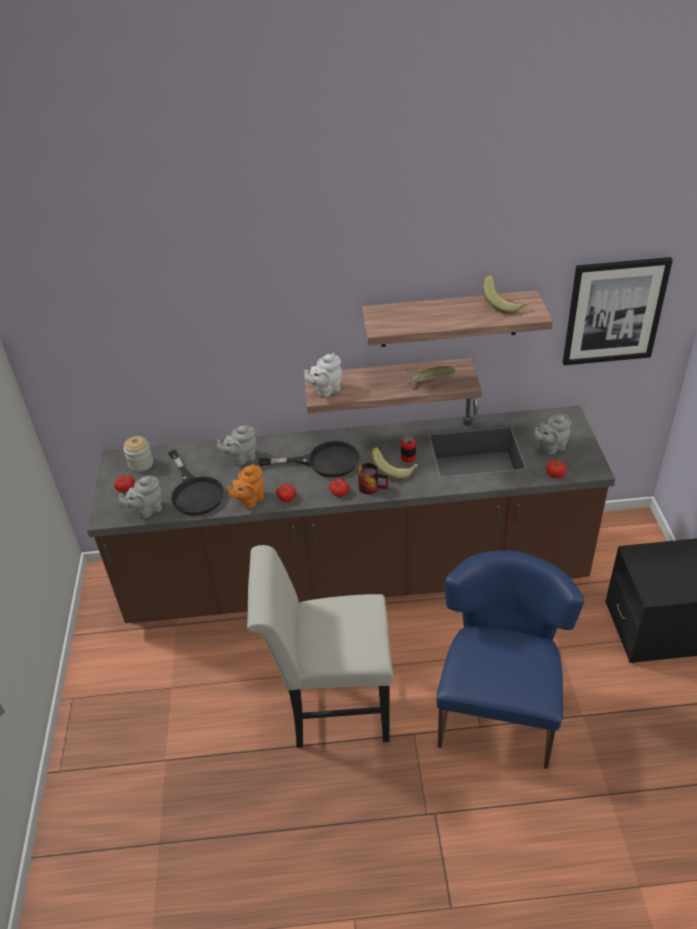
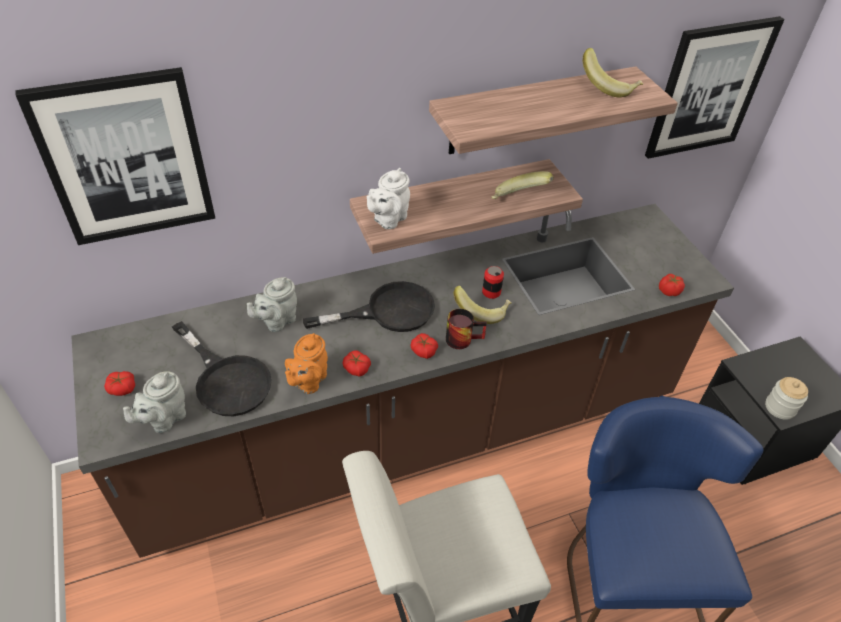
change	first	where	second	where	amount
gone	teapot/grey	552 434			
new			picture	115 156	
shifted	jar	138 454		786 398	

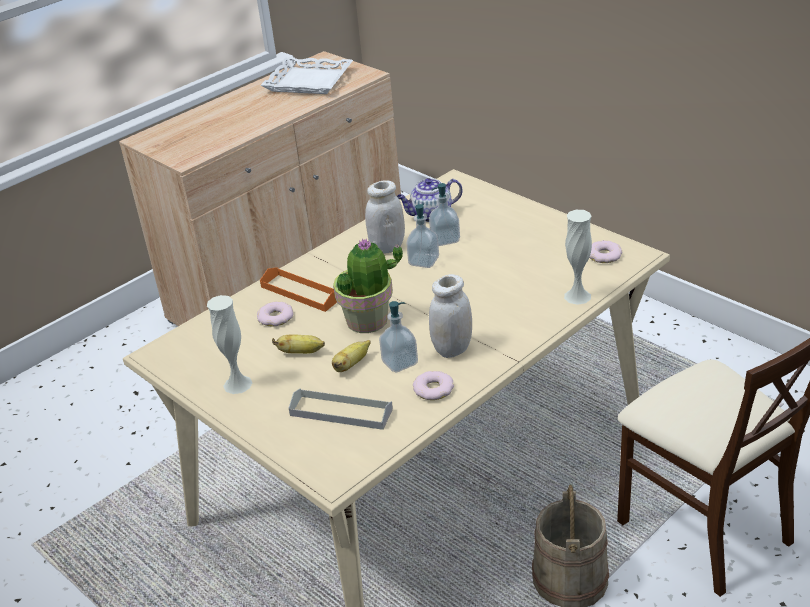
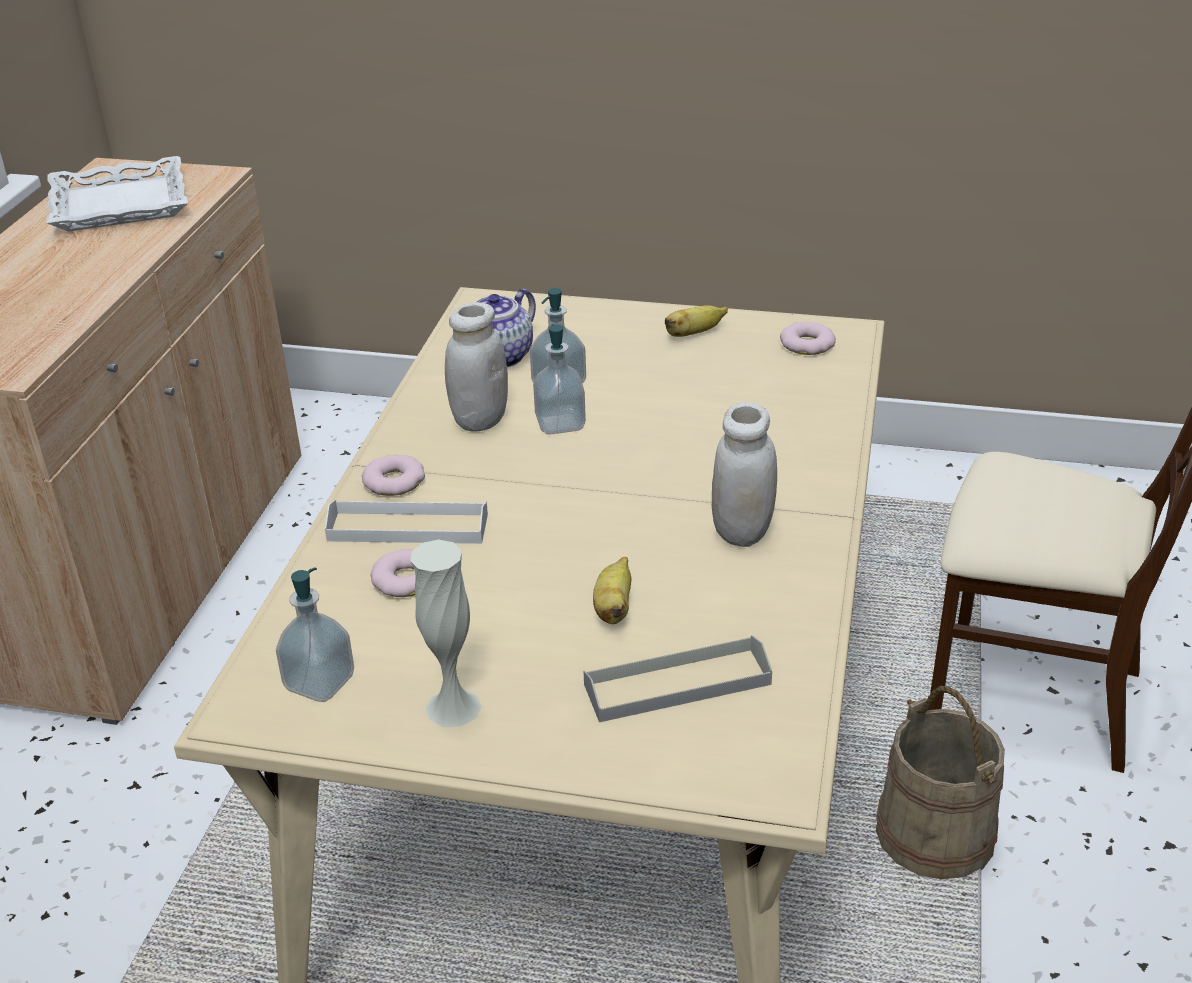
change	first	where	second	where	amount
gone	potted plant	368 286			
gone	vase/white	578 257			
shifted	banana	298 344		696 321	
shifted	soap dispenser	398 337		315 634	
shifted	donut	433 385		393 475	
repainted	tray/orange	298 289	tray/white	406 522	

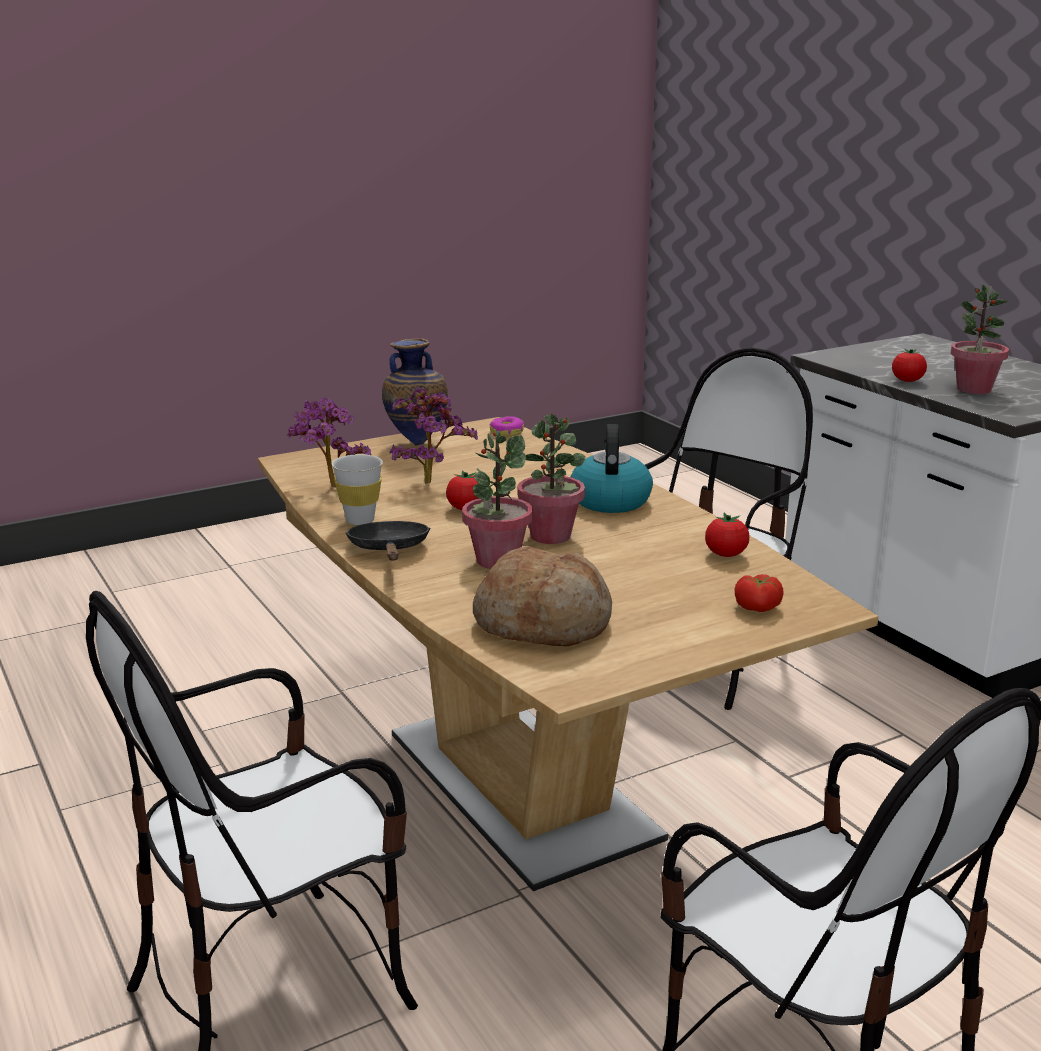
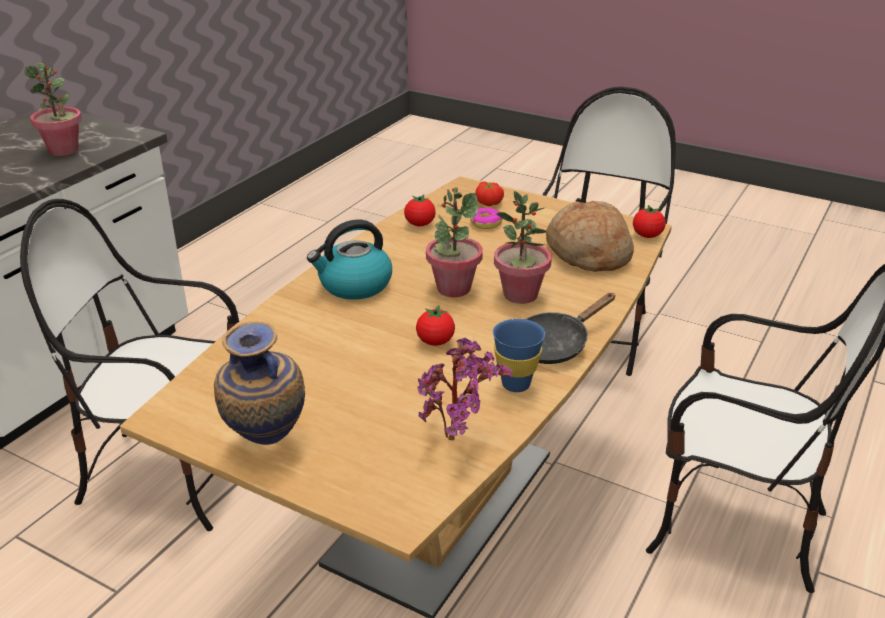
change	first	where	second	where	amount
gone	potted plant	433 435			
shifted	donut	507 426		486 218	
shifted	tomato	909 365		649 221	
repainted	cup/white	357 489	cup/blue	519 355	

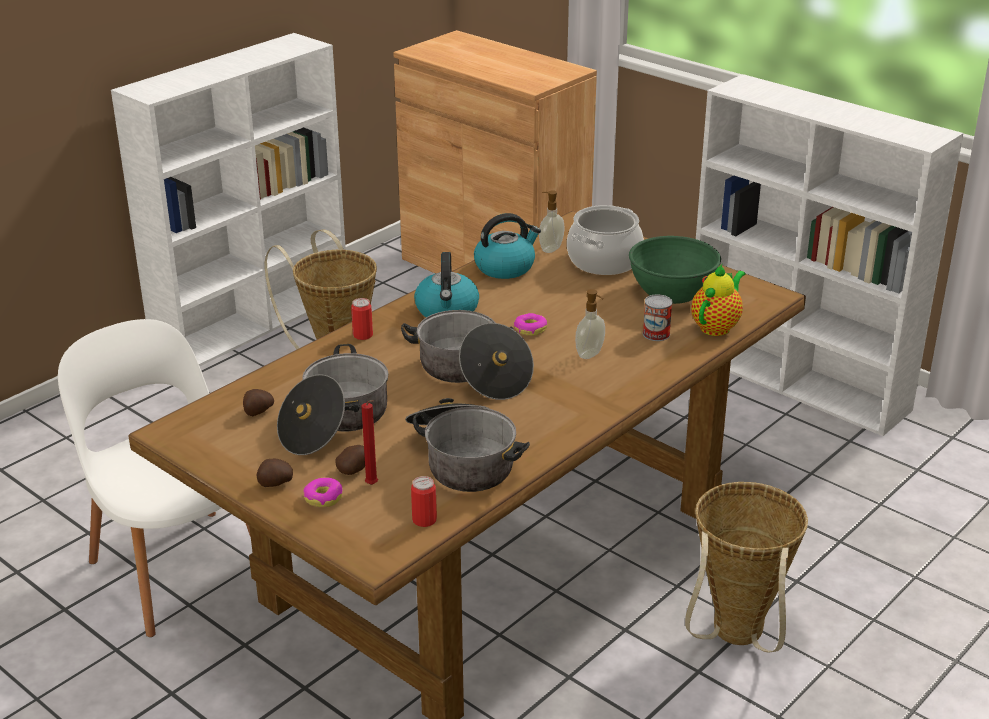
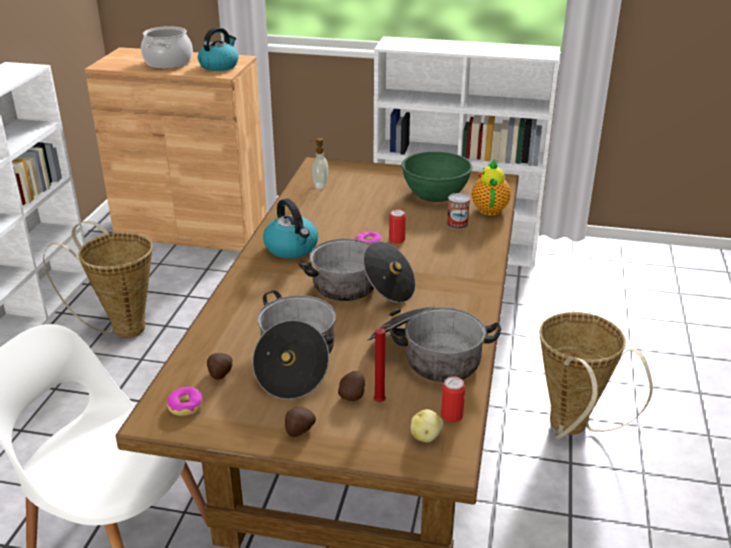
change	first	where	second	where	amount
gone	soap dispenser	590 324			
new			potato	427 425	
shifted	donut	323 492		185 401	
shifted	can	362 319		397 226	
shifted	kettle	507 246		218 49	
shifted	cooking pot	605 240		167 47	

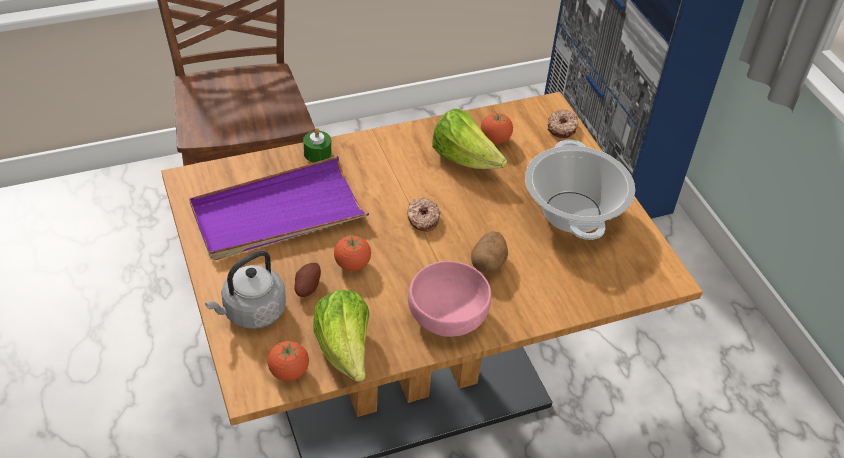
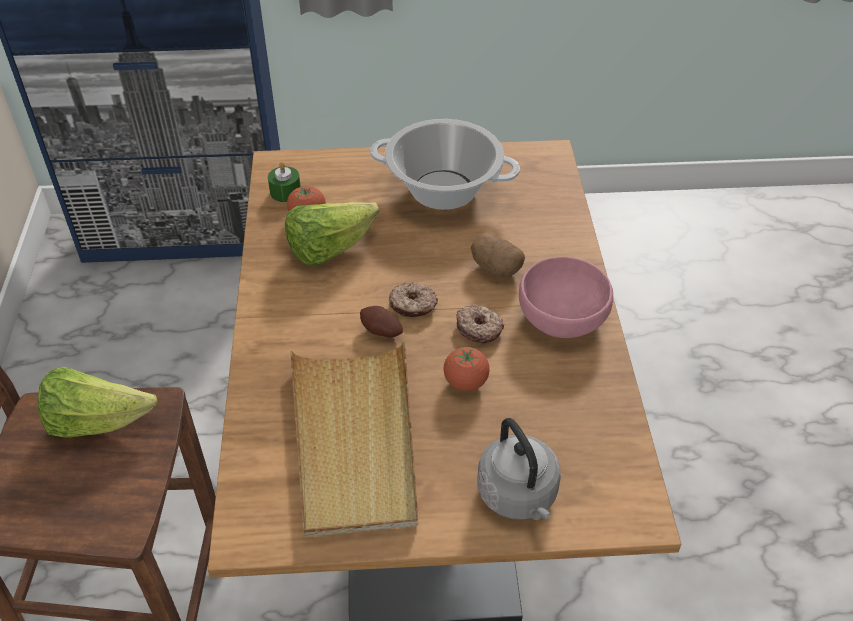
change	first	where	second	where	amount
gone	tomato	288 361			
shifted	potato	307 280		381 322	
shifted	candle/green	317 145		284 182	
shifted	lettuce	341 336		97 402	
shifted	donut	563 124		480 323	
repainted	tray/purple	279 208	tray/beige	354 439	

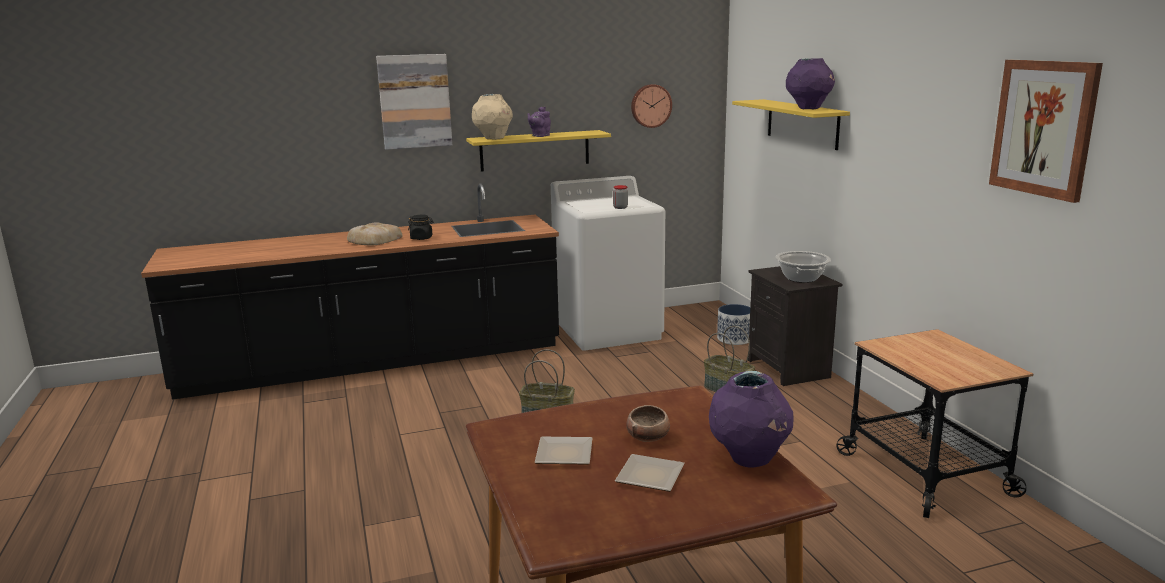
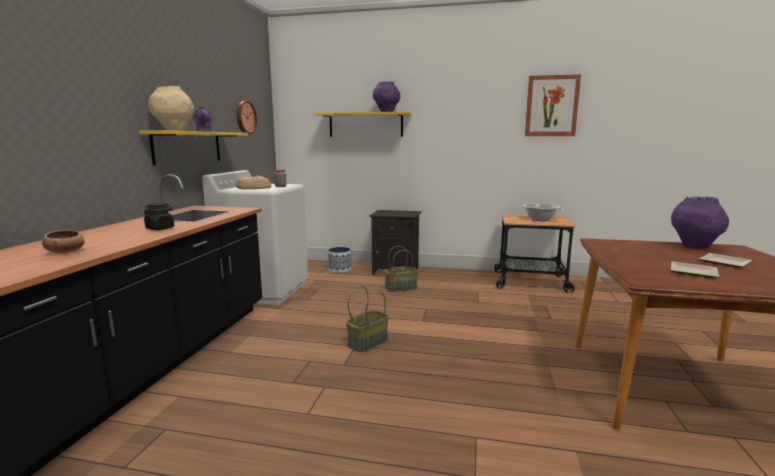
change	first	where	second	where	amount
gone	picture	414 102			
shifted	bread	375 233		254 182	
shifted	bowl	648 423		63 242	
shifted	cooking pot	803 267		542 212	

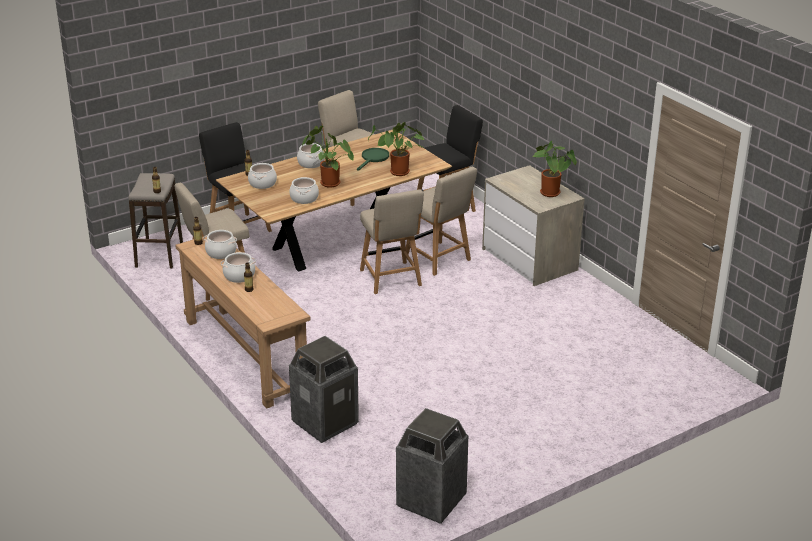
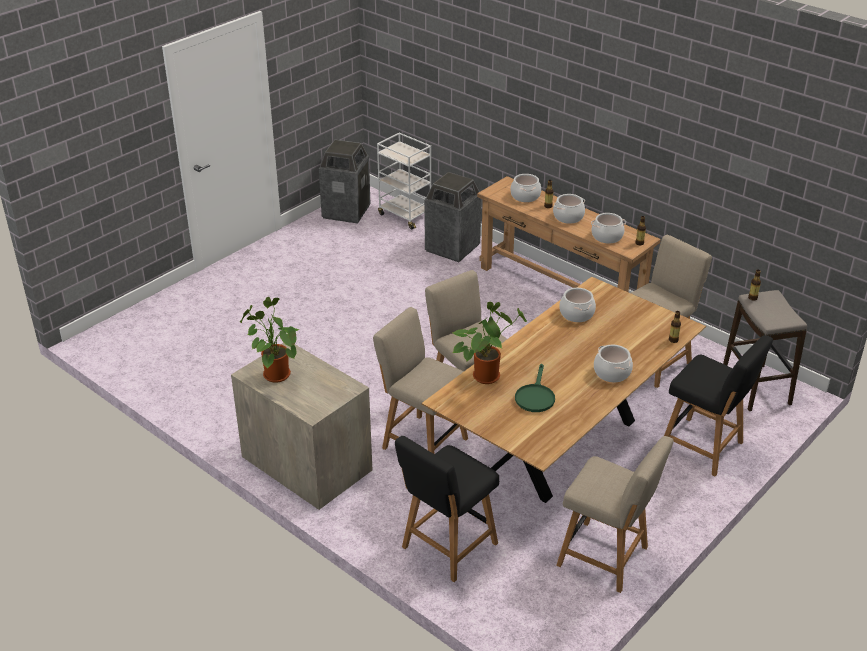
change	first	where	second	where	amount
gone	potted plant	328 157			
new			cart/white	404 181	
shifted	cooking pot	262 176		525 188	

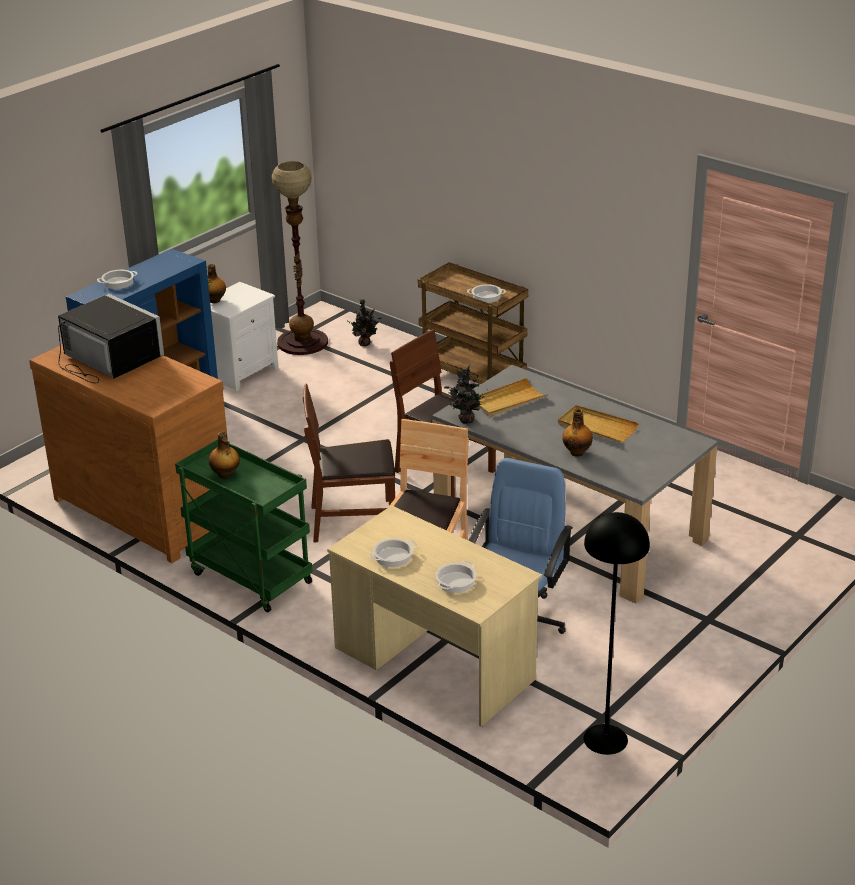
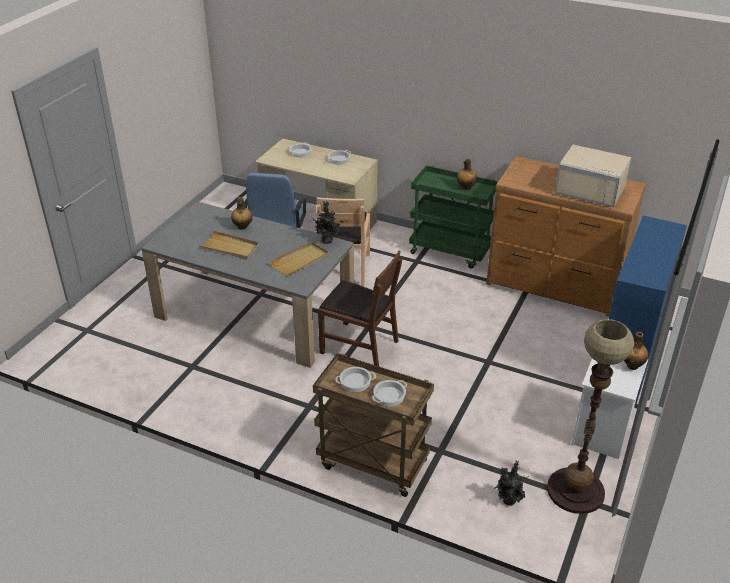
change	first	where	second	where	amount
gone	chair/brown	348 463			
gone	floor lamp/black	617 633			
shifted	cooking pot	117 279		389 393	
repainted	microwave/black	111 338	microwave/beige	593 176	

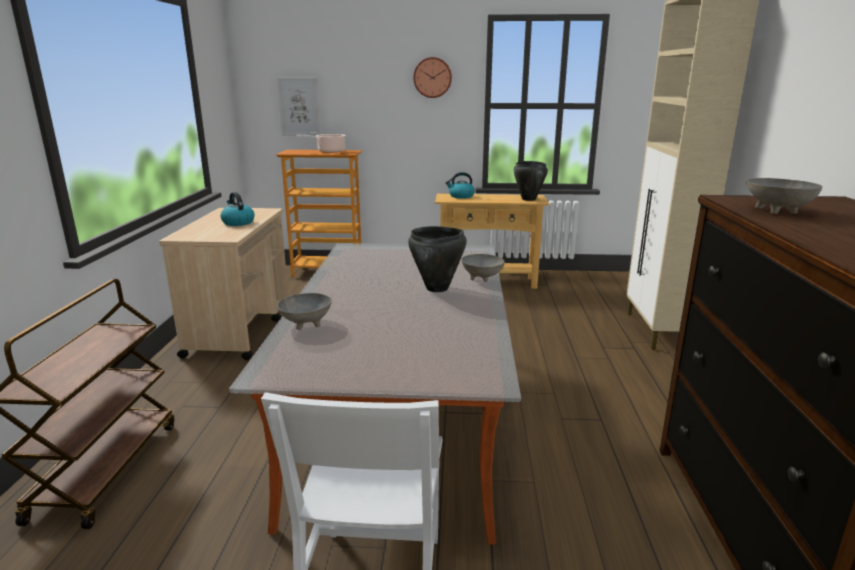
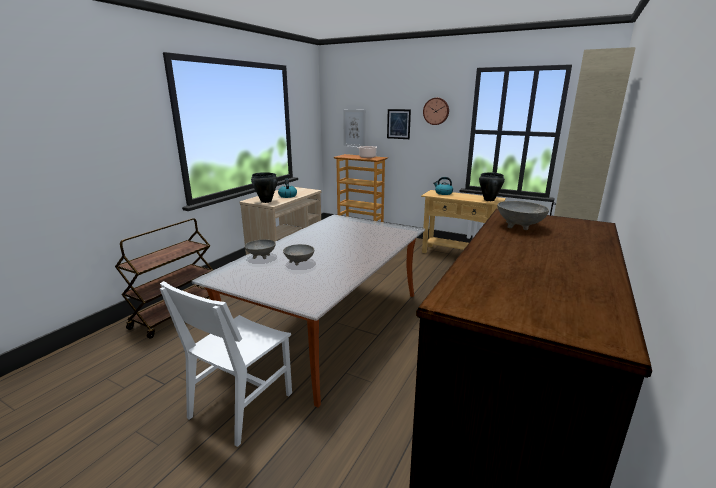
change	first	where	second	where	amount
new			picture	399 124	
shifted	cooking pot/black	437 259		264 187	
shifted	bowl/grey	483 268		298 254	

